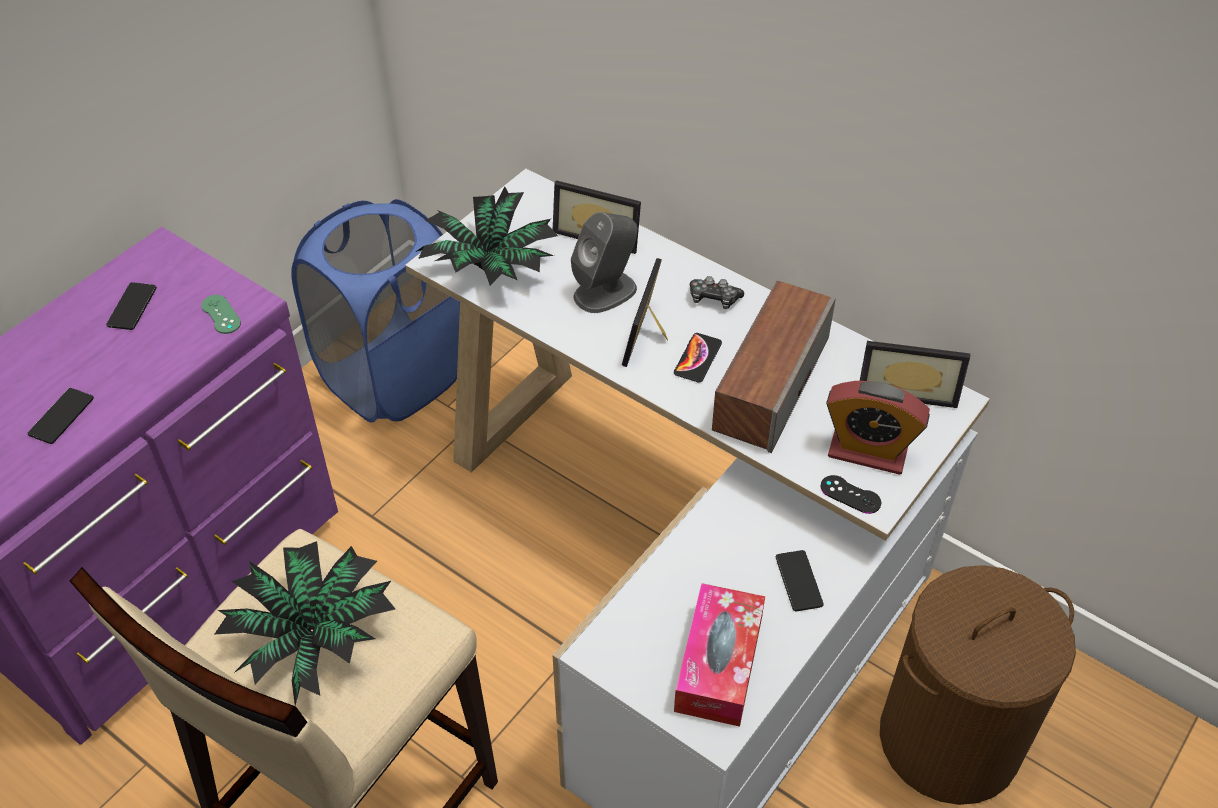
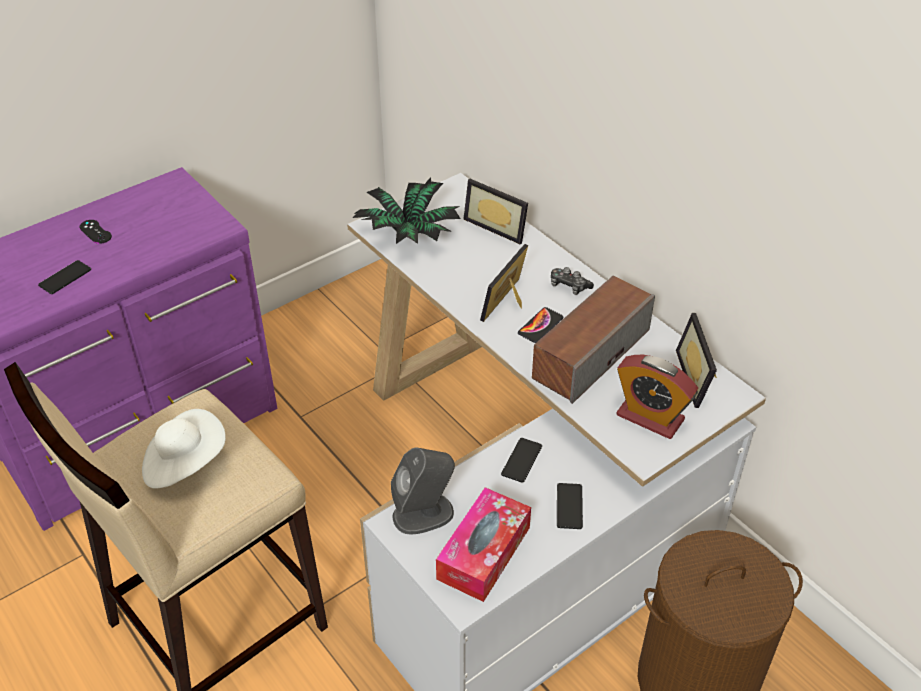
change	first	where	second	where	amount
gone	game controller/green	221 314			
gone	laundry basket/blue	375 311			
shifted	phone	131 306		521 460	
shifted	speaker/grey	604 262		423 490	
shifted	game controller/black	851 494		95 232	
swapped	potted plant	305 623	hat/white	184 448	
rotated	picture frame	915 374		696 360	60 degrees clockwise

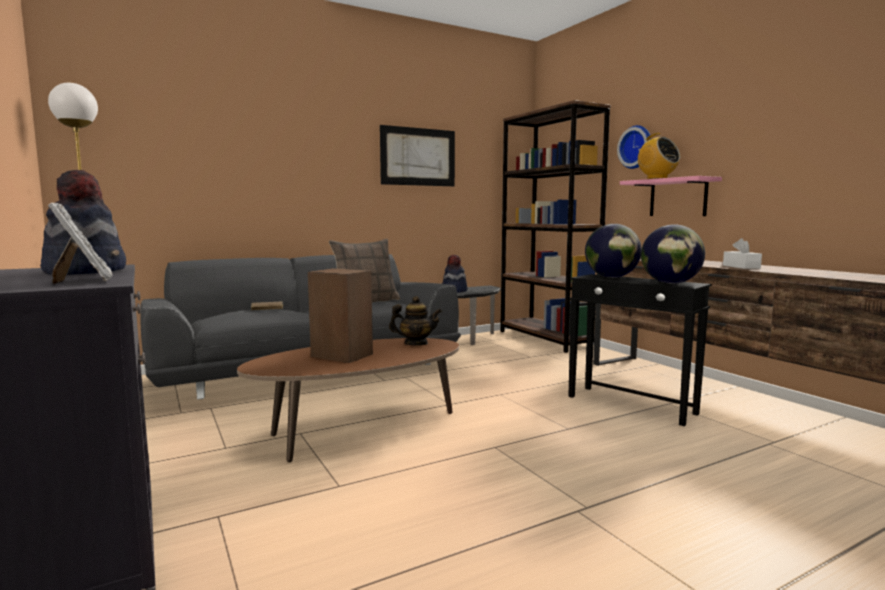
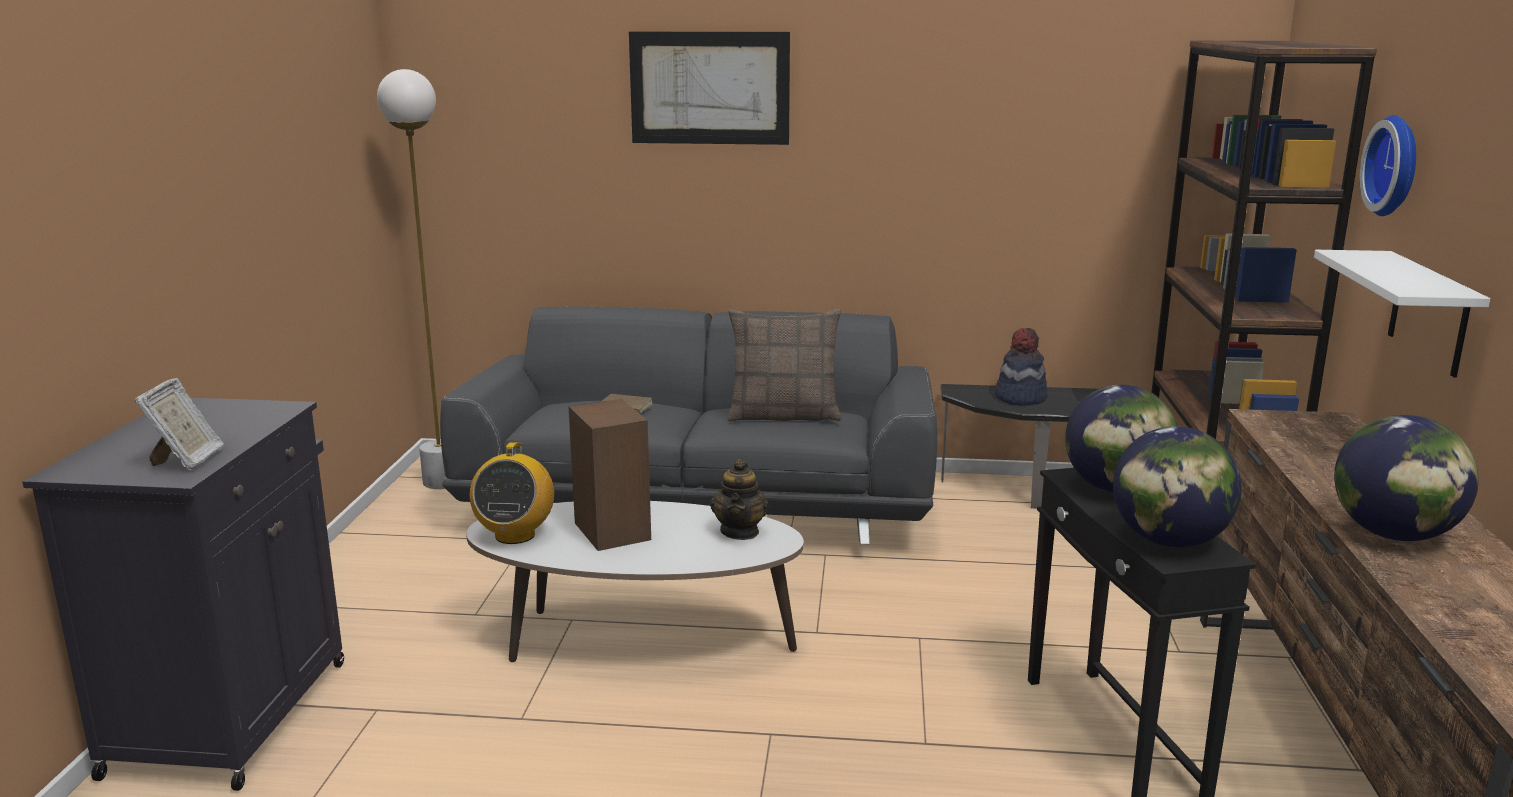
change	first	where	second	where	amount
gone	hat	83 222			
shifted	picture	417 155		709 88	
shifted	radio	657 156		512 493	
swapped	tissue box/white	742 253	globe	1406 478	
repainted	coffee table/brown	348 400	coffee table/white	635 581	
repainted	shelf/pink	671 196	shelf/white	1402 314	
rotated	teapot	415 320		739 499	60 degrees clockwise

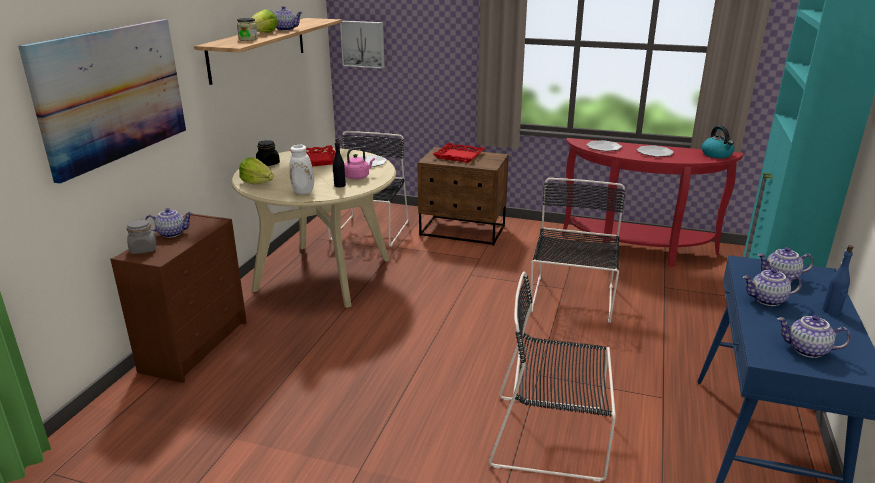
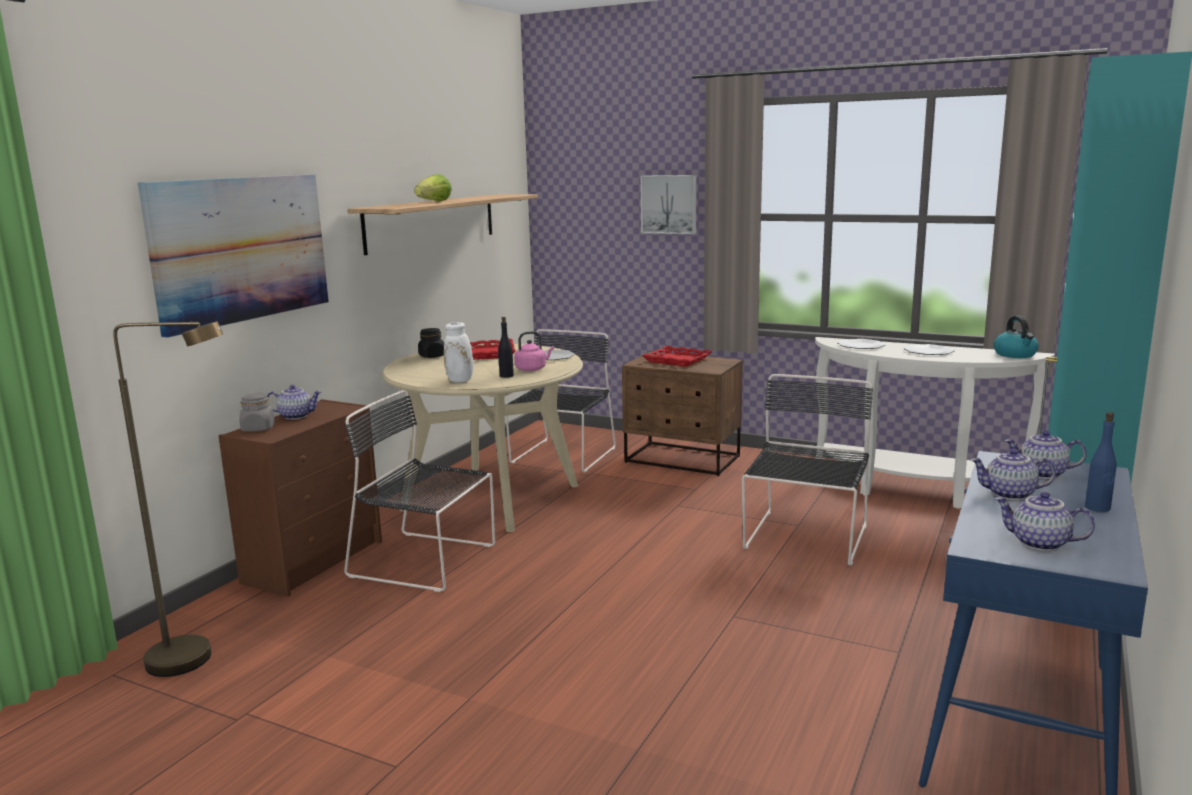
change	first	where	second	where	amount
gone	jar	247 29			
gone	lettuce	256 170			
gone	teapot	286 18			
new			floor lamp/brown	168 499	
shifted	picture	362 45		669 204	
shifted	chair/black	552 376		419 491	
repainted	console table/red	652 202	console table/white	935 423	

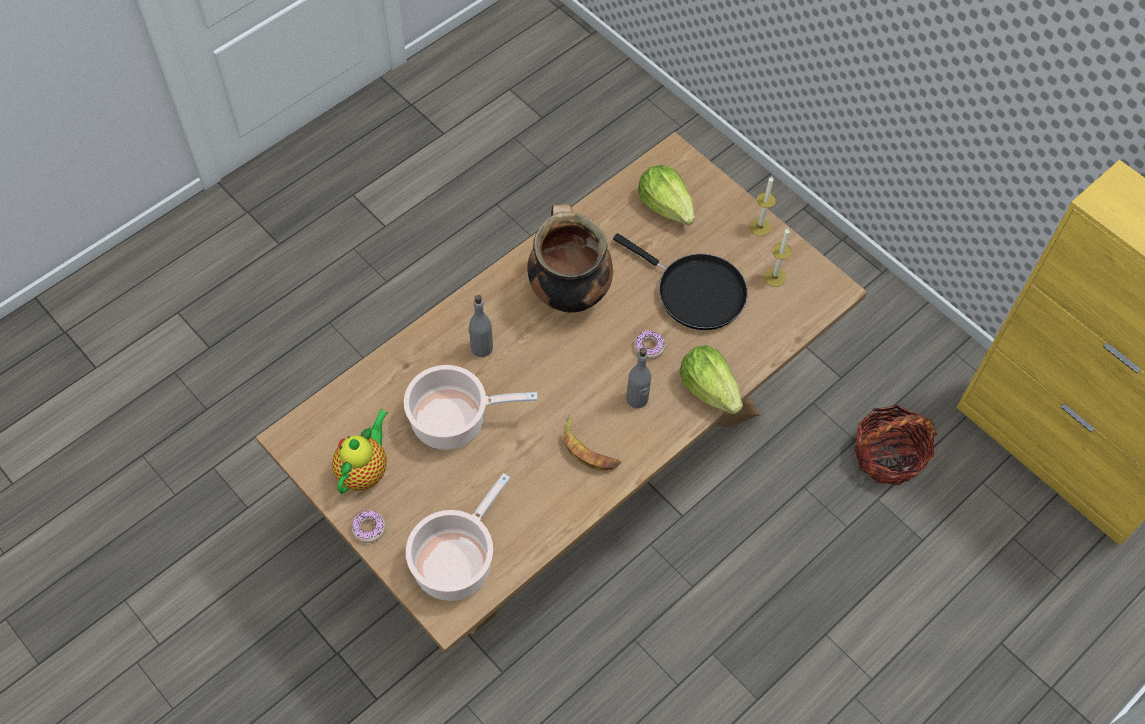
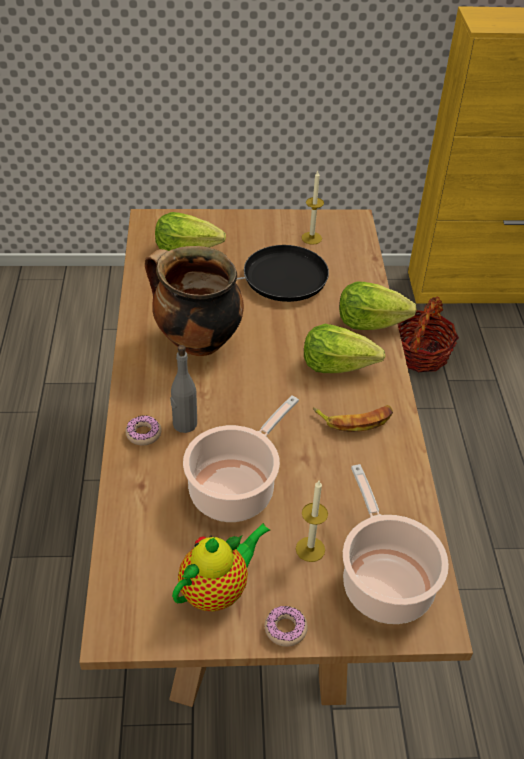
change	first	where	second	where	amount
shifted	donut	650 344		144 430	
shifted	candle	762 206		312 521	
swapped	bottle/grey	638 378	lettuce	344 348	
rotated	teapot	360 451		221 567	75 degrees clockwise

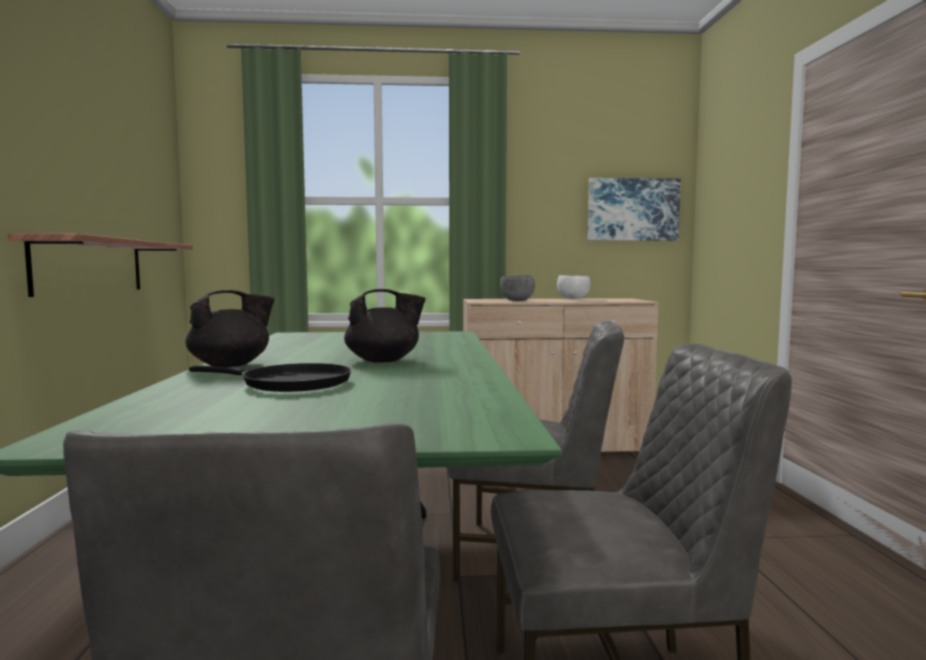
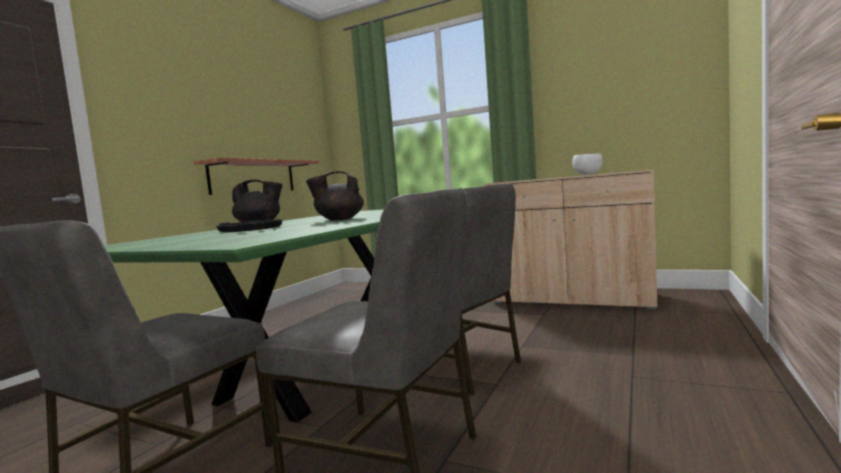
change	first	where	second	where	amount
gone	bowl/grey	517 288			
gone	picture	634 209			
rotated	teapot/black	385 326		335 196	150 degrees clockwise

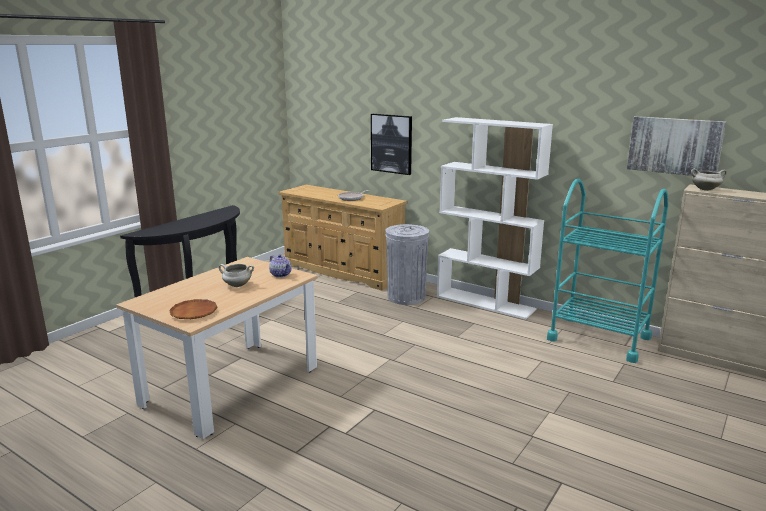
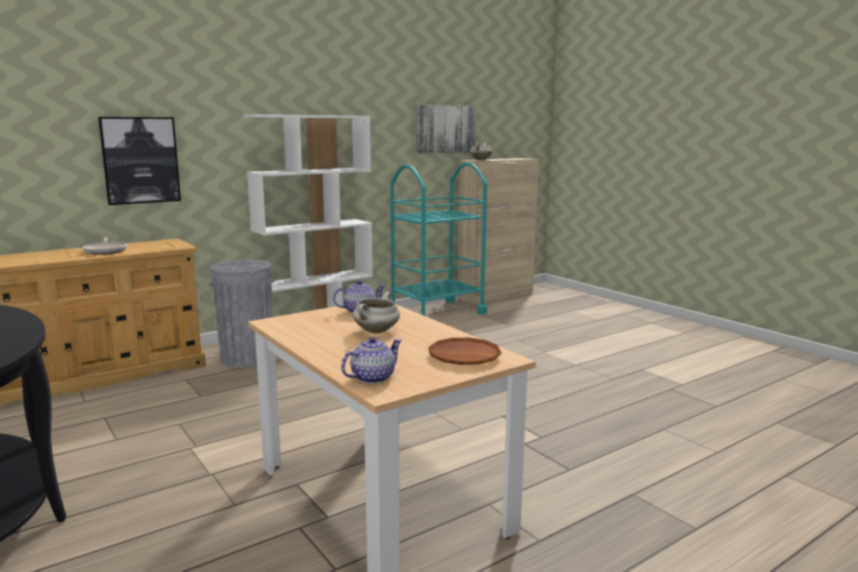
change	first	where	second	where	amount
new			teapot	371 360	

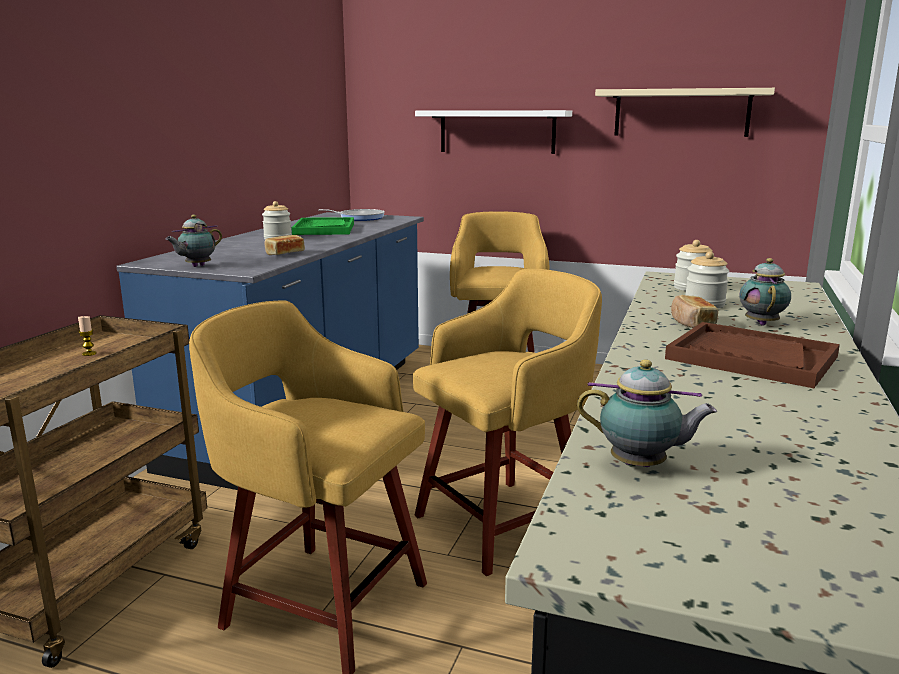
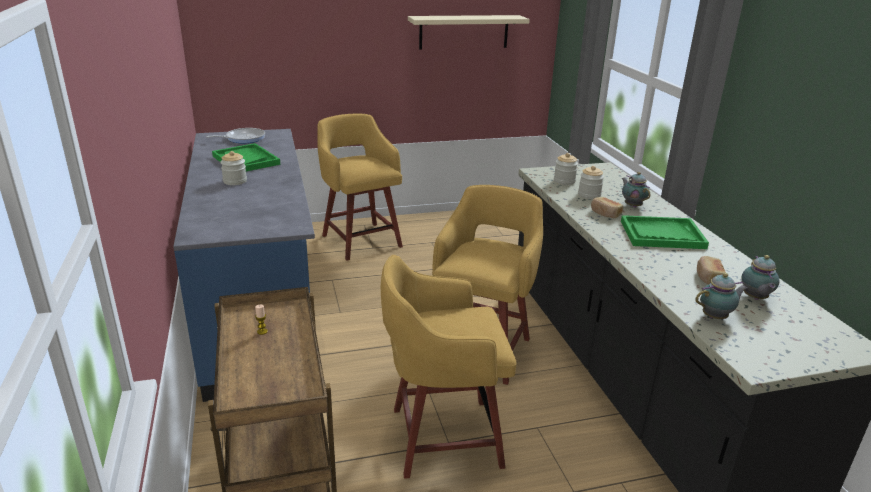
change	first	where	second	where	amount
gone	shelf/white	493 132			
shifted	teapot	193 241		760 277	
shifted	bread	284 245		711 270	
repainted	tray/brown	752 355	tray/green	665 232	

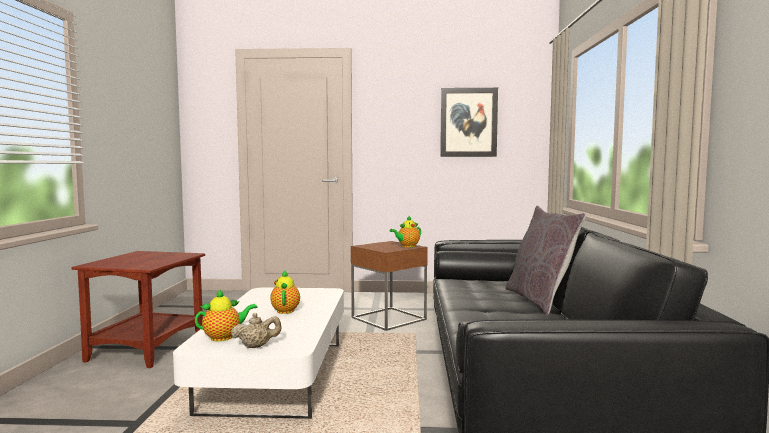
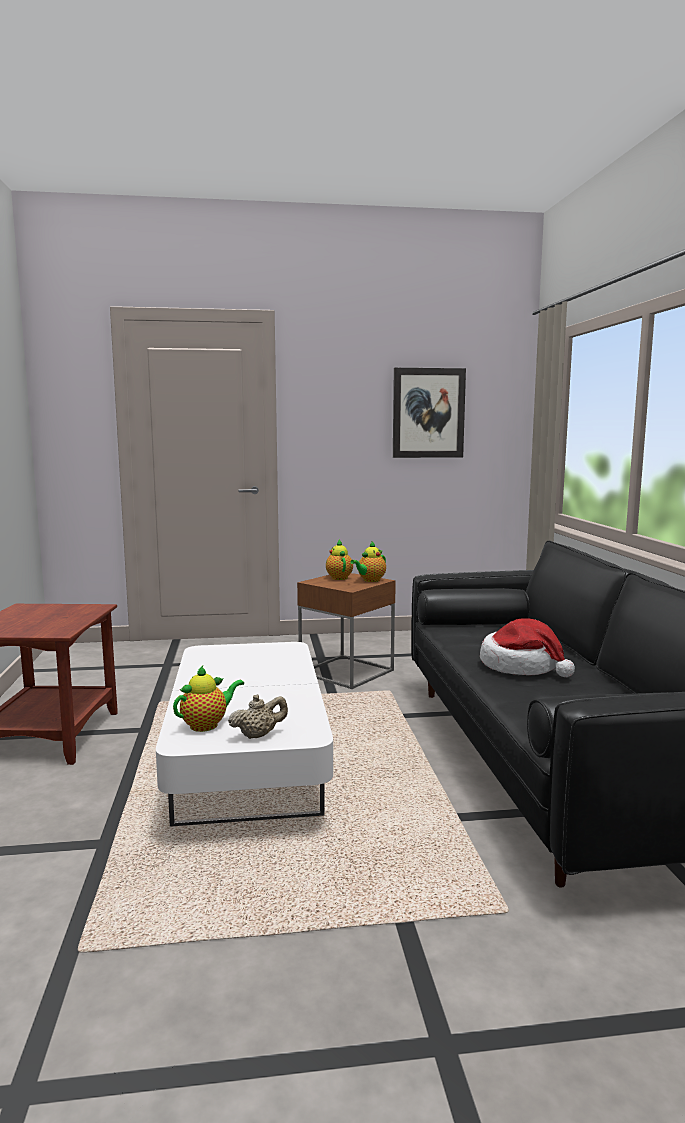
change	first	where	second	where	amount
gone	pillow/grey	546 260			
new			hat	527 647	
shifted	teapot	285 292		339 559	

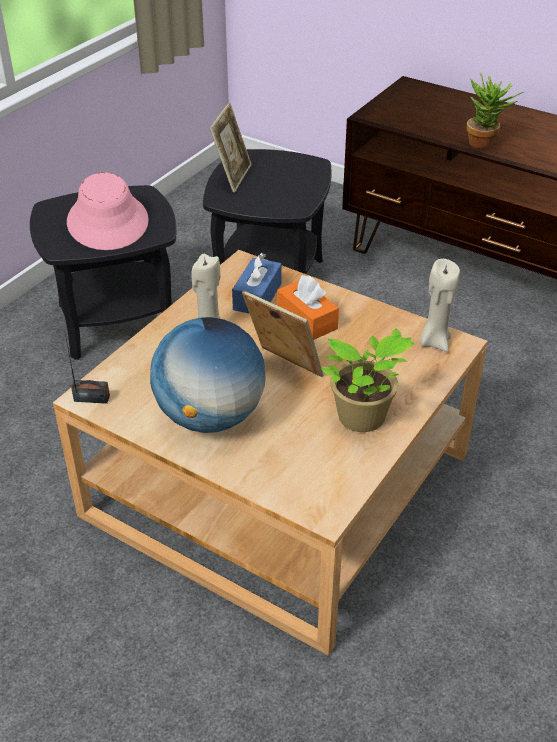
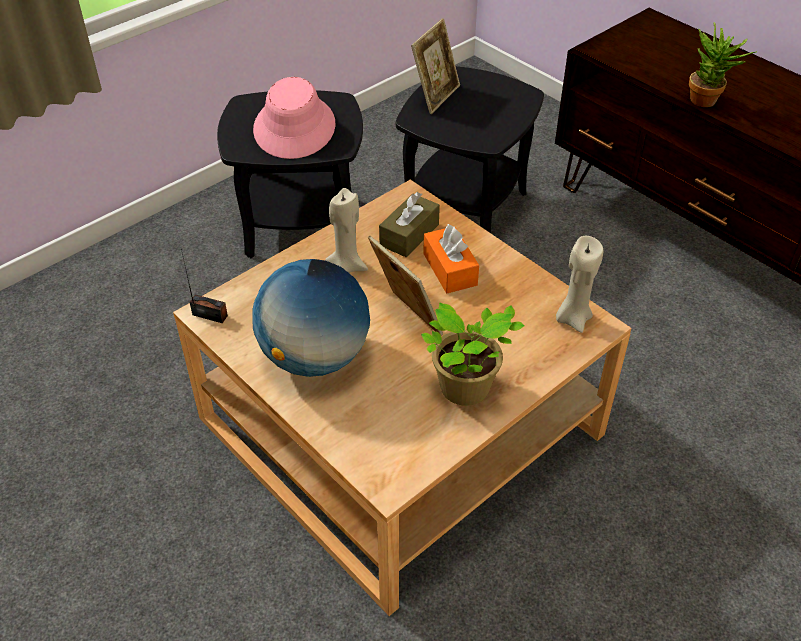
change	first	where	second	where	amount
repainted	tissue box/blue	256 283	tissue box/brown	409 224	

